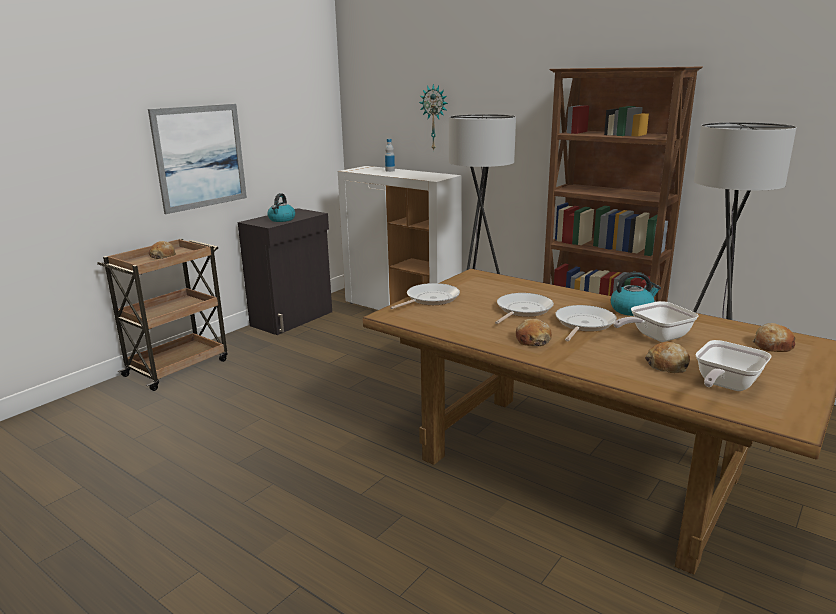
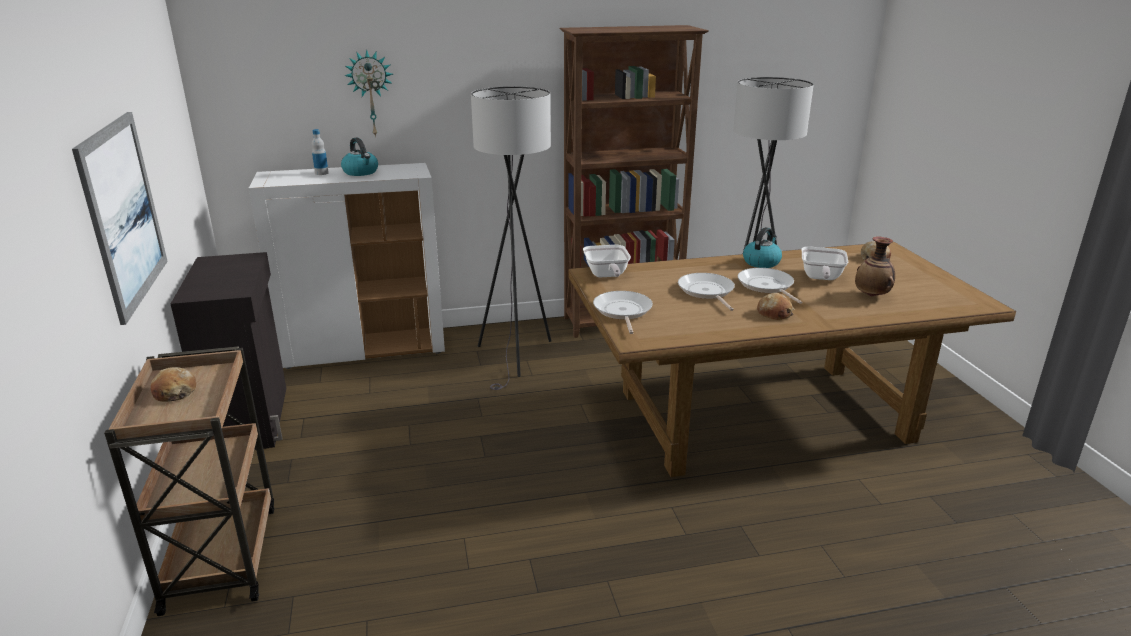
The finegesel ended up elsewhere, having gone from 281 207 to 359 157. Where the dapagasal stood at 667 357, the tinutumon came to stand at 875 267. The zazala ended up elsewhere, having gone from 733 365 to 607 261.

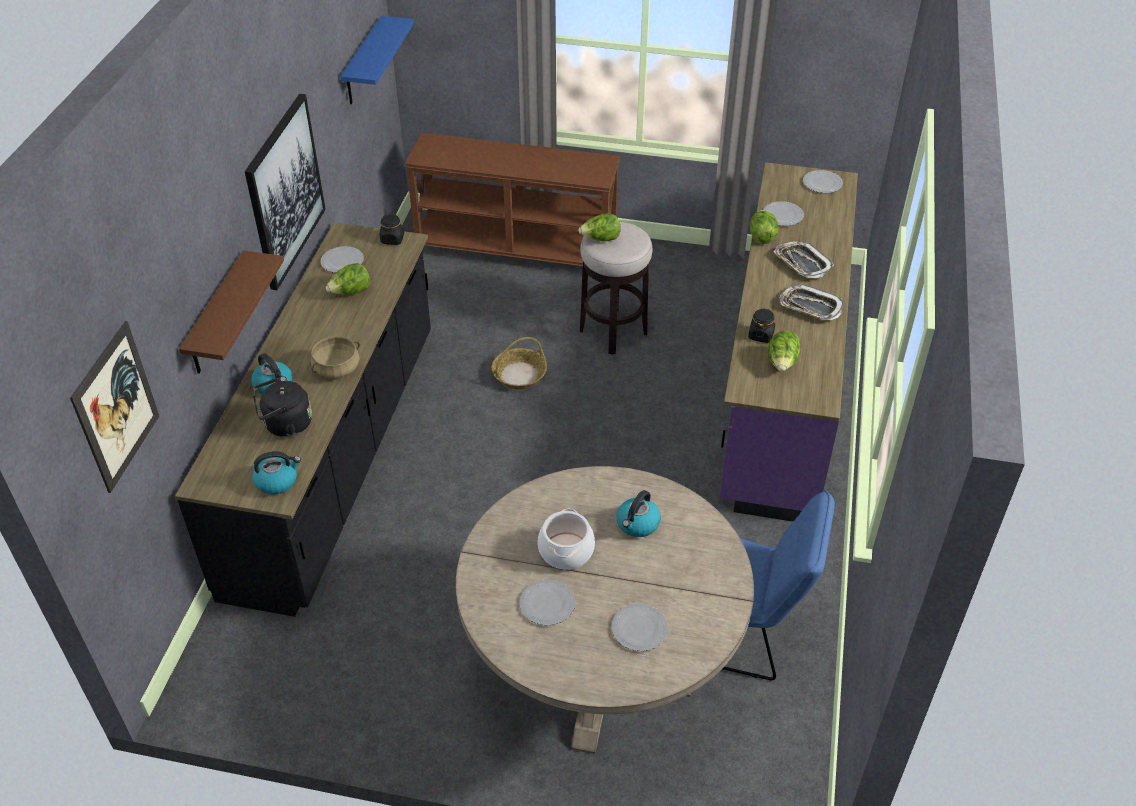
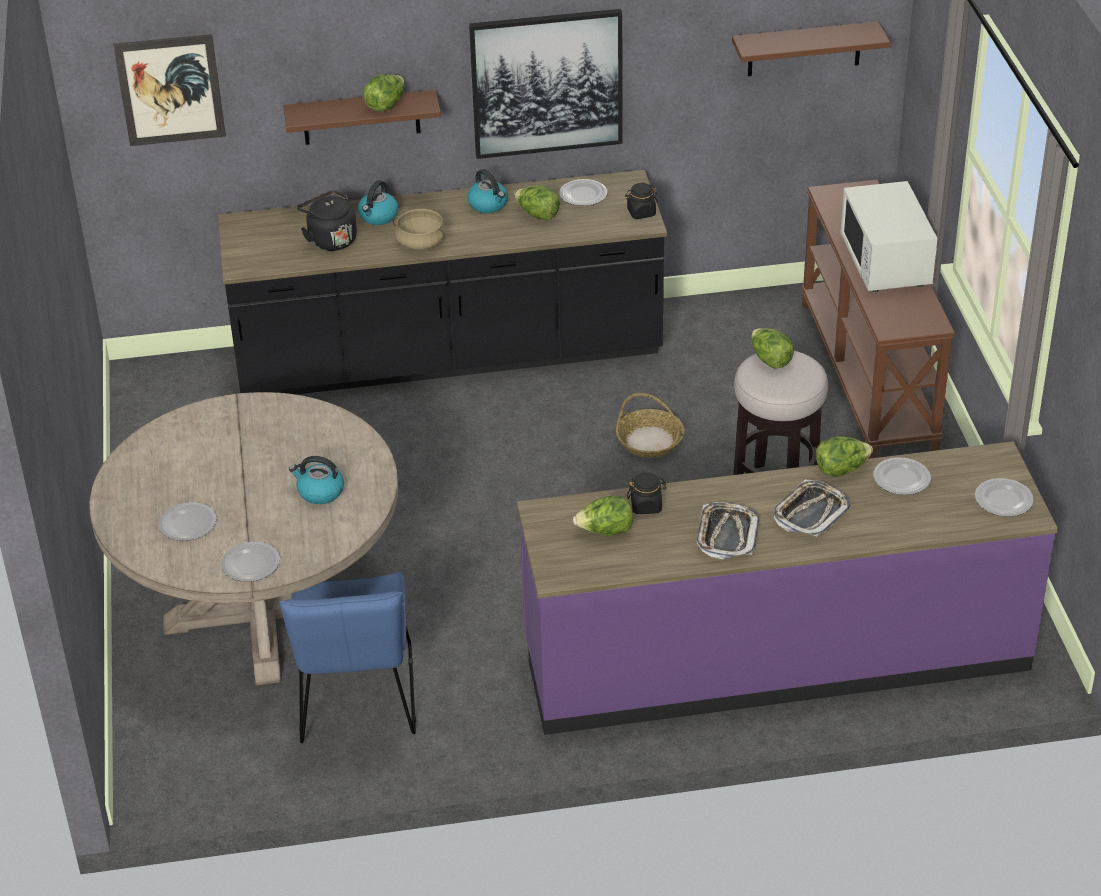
The finegesel ended up elsewhere, having gone from 276 473 to 487 191. What was the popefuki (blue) at 377 60 turned into the popefuki (brown) at 811 49. The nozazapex ended up elsewhere, having gone from 547 602 to 250 562. The second view lost the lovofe at 566 539. The second view gained the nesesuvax at 383 93. The second view gained the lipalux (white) at 889 236.

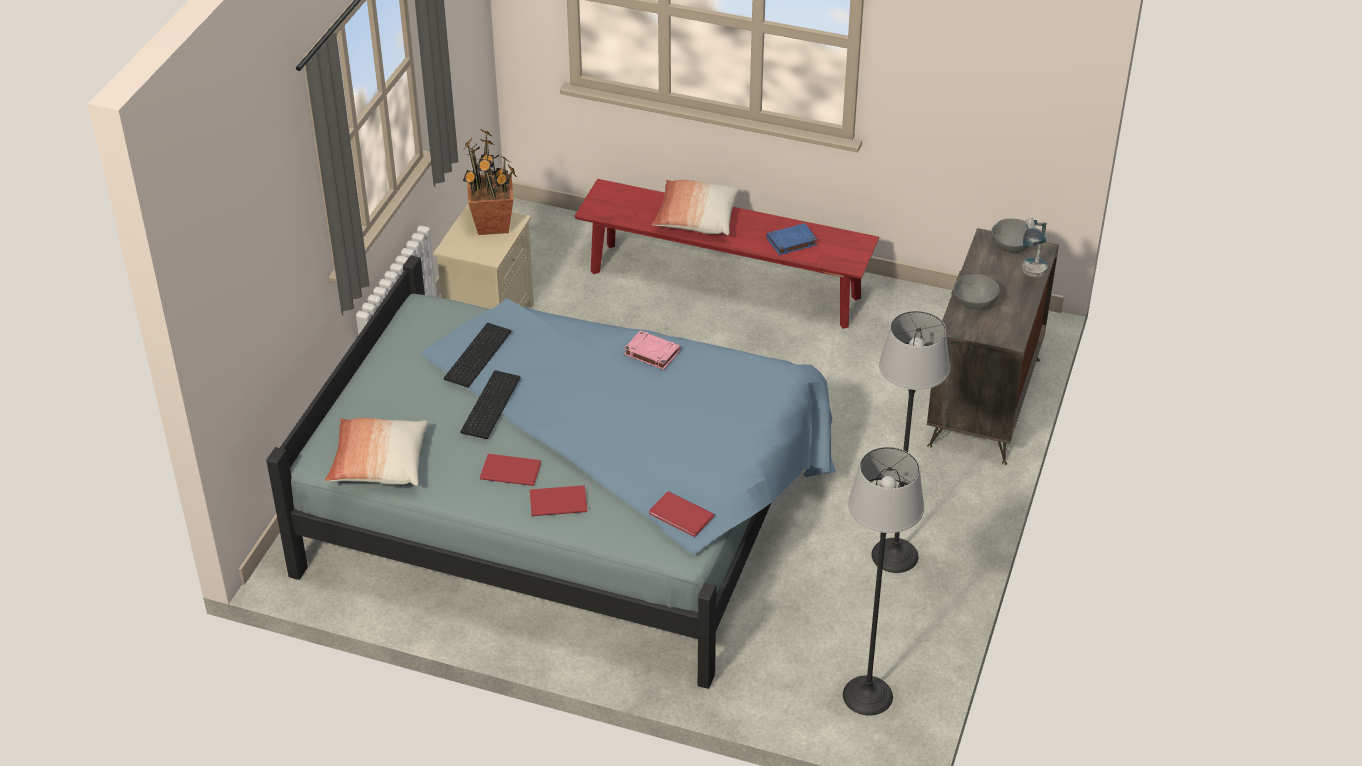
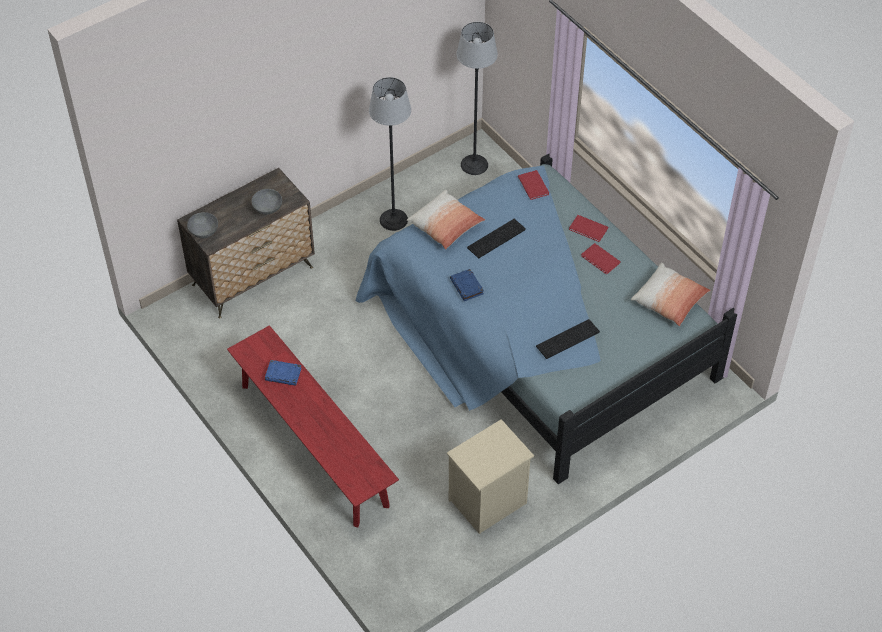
The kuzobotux ended up elsewhere, having gone from 490 404 to 496 238. The second view lost the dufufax at 490 181. What was the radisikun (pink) at 652 350 turned into the radisikun (blue) at 467 285. The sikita ended up elsewhere, having gone from 695 207 to 446 220. The second view lost the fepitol at 1035 247.

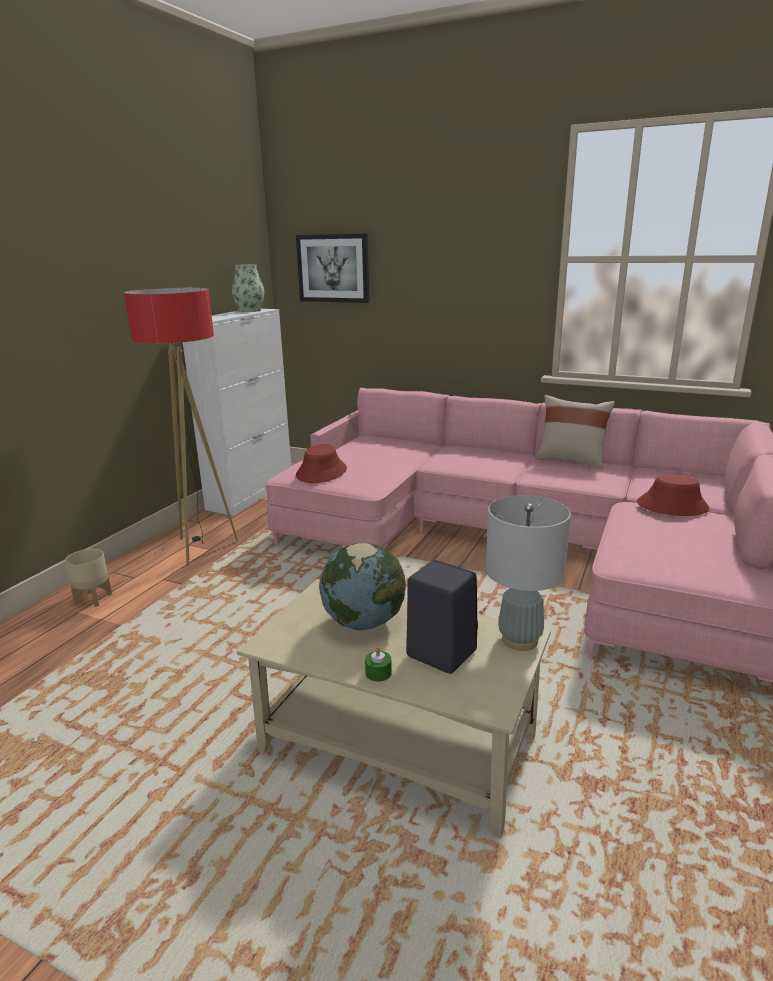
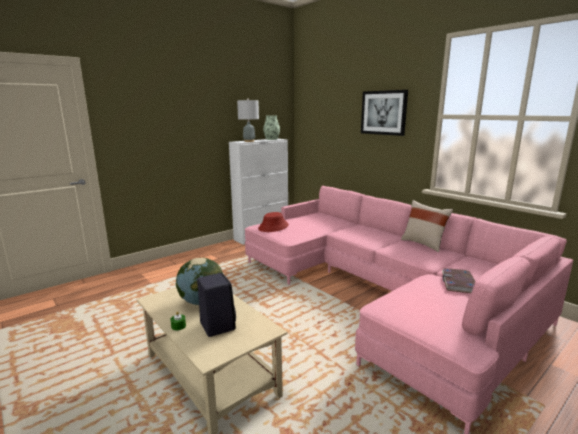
The second view lost the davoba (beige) at 88 578. The second view lost the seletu at 181 426. The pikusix ended up elsewhere, having gone from 332 268 to 384 113. The fepitol (grey) ended up elsewhere, having gone from 528 573 to 248 120. Where the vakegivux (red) stood at 673 495, the radisikun came to stand at 458 280.

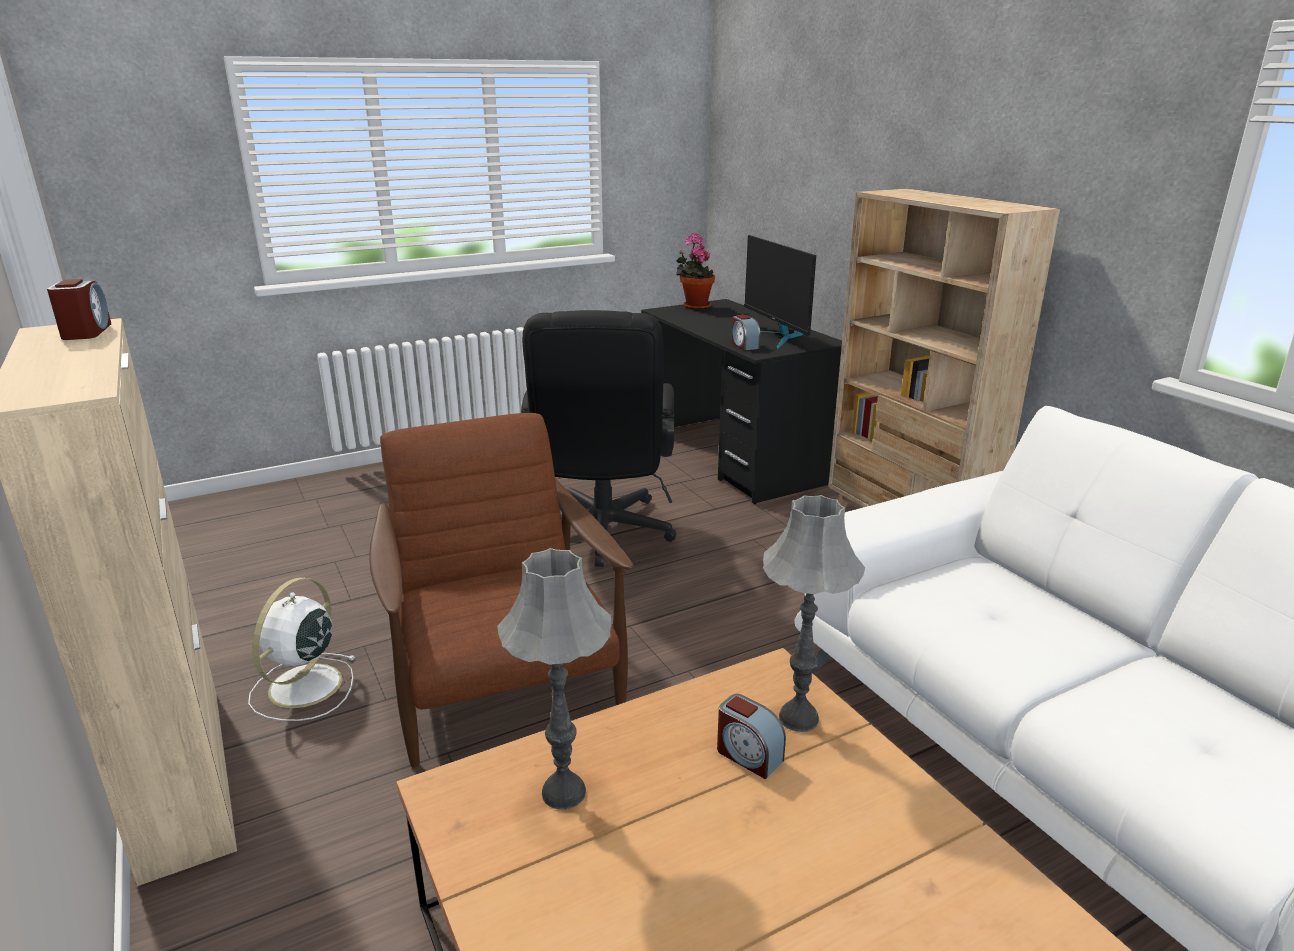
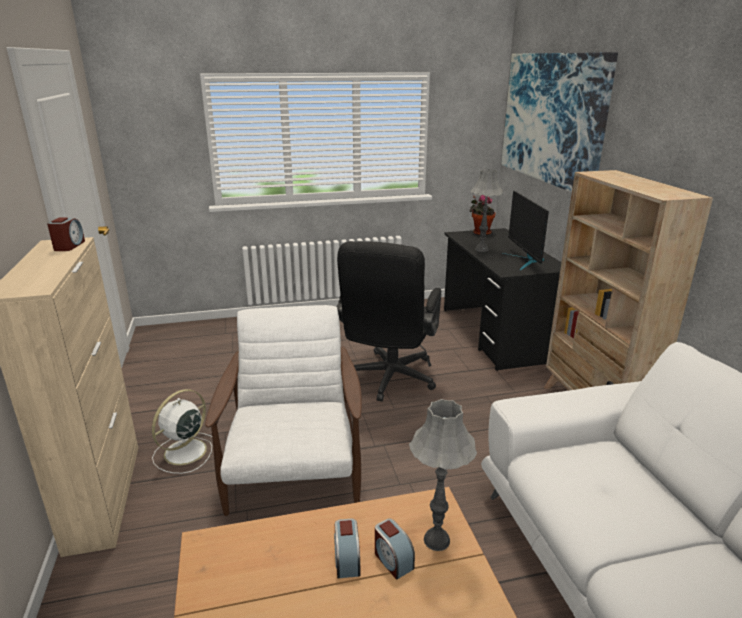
What was the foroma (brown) at 501 590 turned into the foroma (white) at 283 410. The fepitol (grey) ended up elsewhere, having gone from 554 679 to 487 210. The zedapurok ended up elsewhere, having gone from 746 332 to 347 548. The second view gained the pikusix at 559 122.

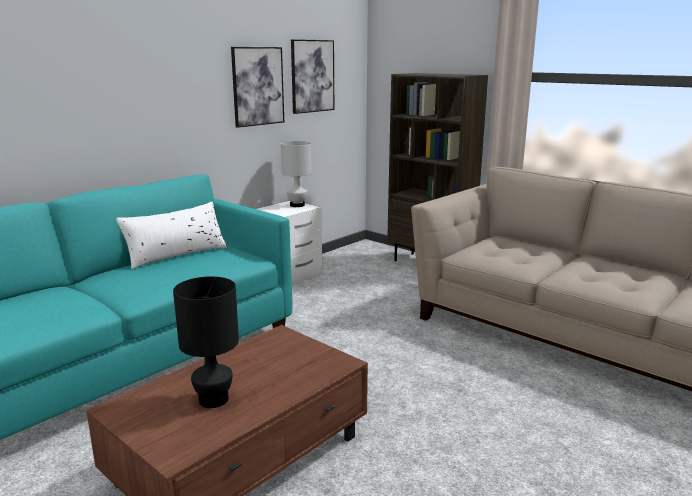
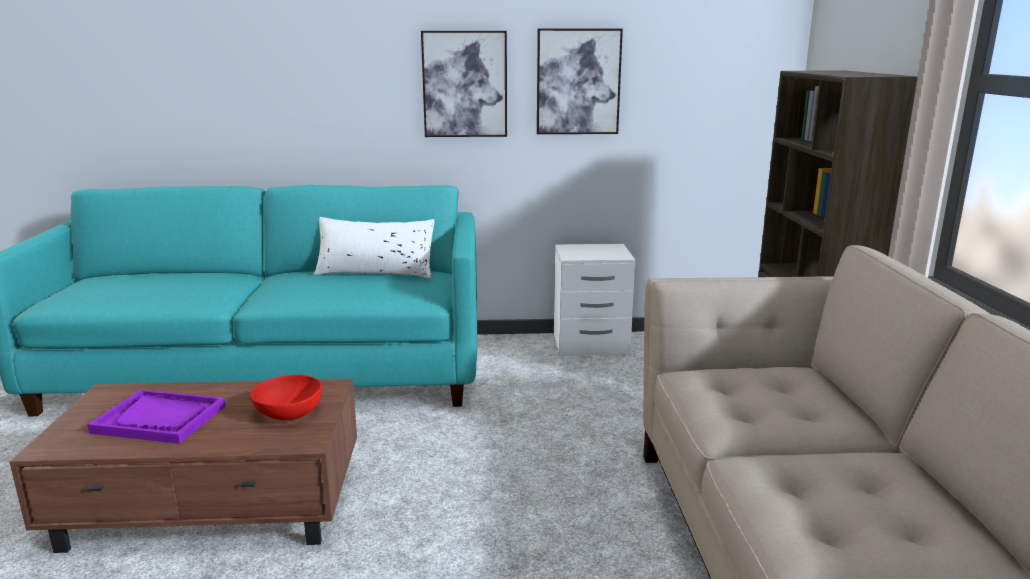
Where the fepitol (black) stood at 206 342, the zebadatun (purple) came to stand at 156 416. The second view lost the fepitol (white) at 296 174. The pikusix ended up elsewhere, having gone from 312 76 to 464 84. The second view gained the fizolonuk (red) at 286 397.

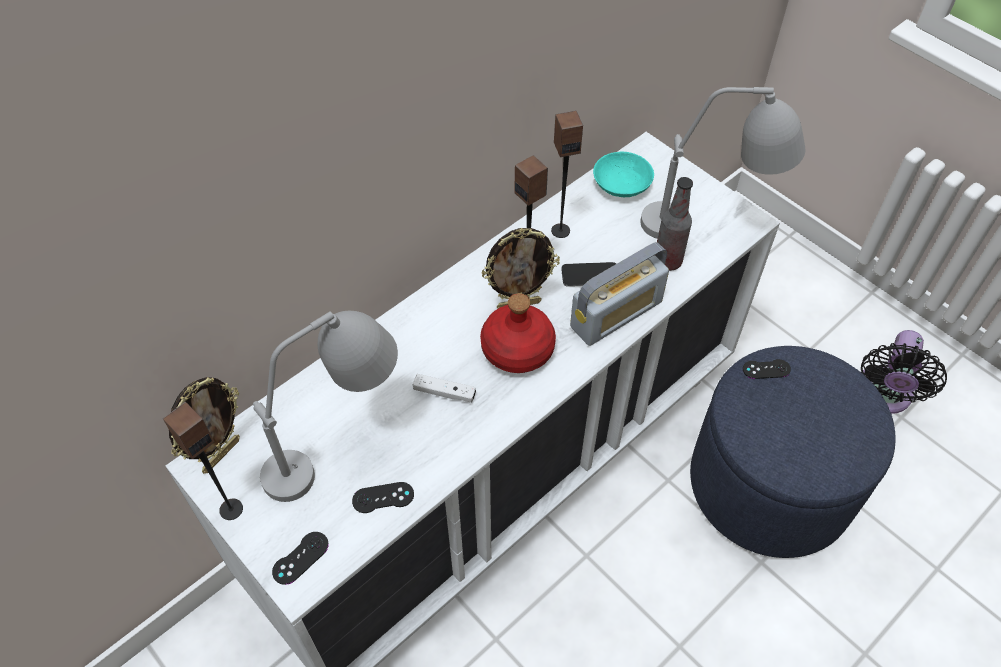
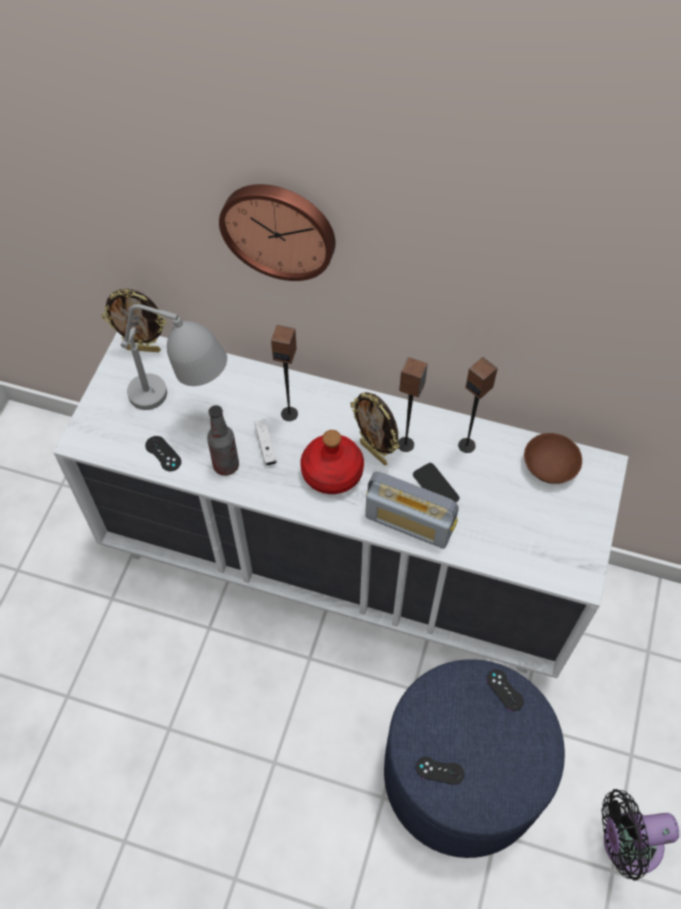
The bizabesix ended up elsewhere, having gone from 203 461 to 284 373. The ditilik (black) ended up elsewhere, having gone from 300 558 to 440 771. What was the fizolonuk (turquoise) at 623 174 turned into the fizolonuk (brown) at 553 458. The second view lost the fepitol (grey) at 722 163. The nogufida ended up elsewhere, having gone from 674 224 to 223 440. The second view gained the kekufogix at 277 232.

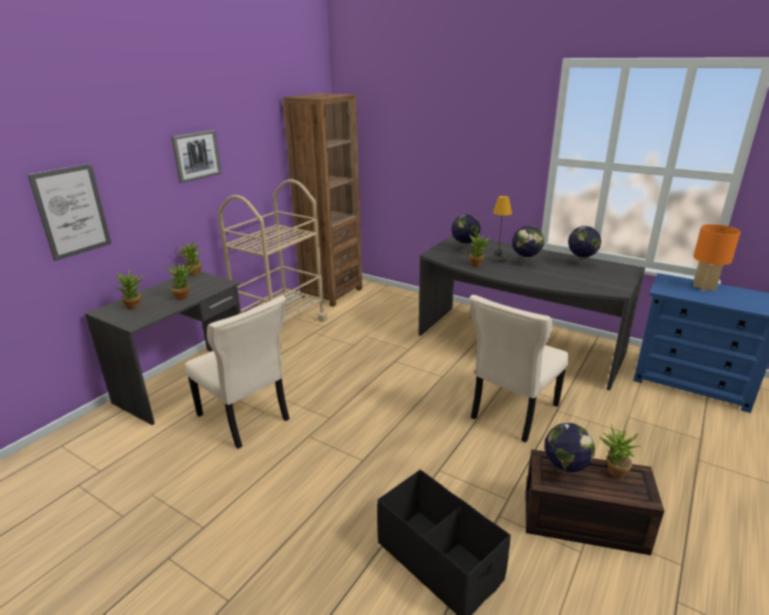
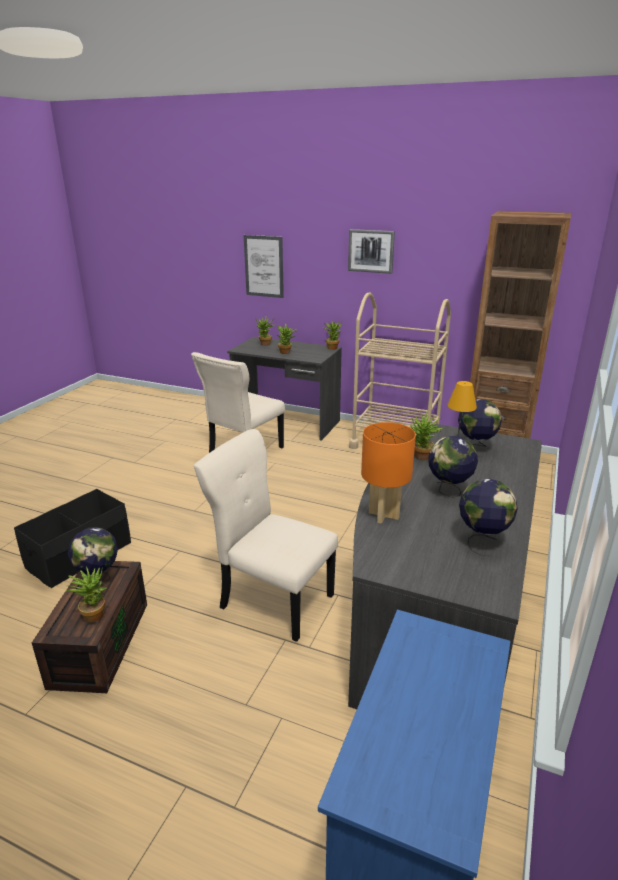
The fepitol (orange) ended up elsewhere, having gone from 717 258 to 388 473.

